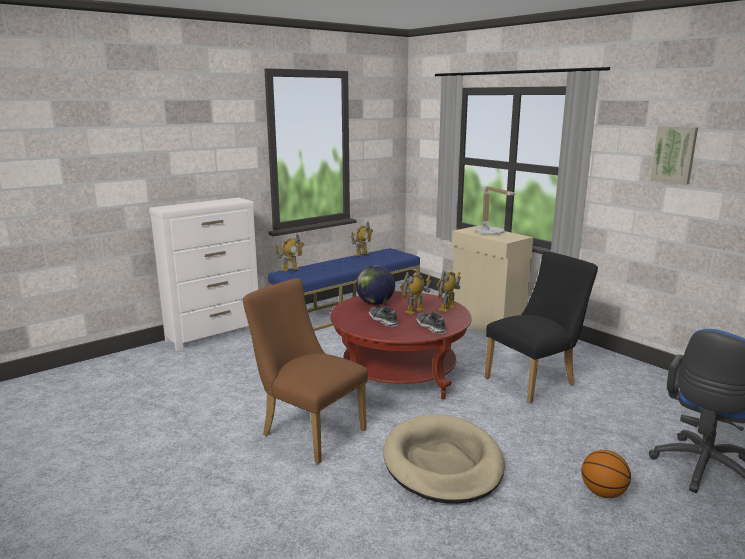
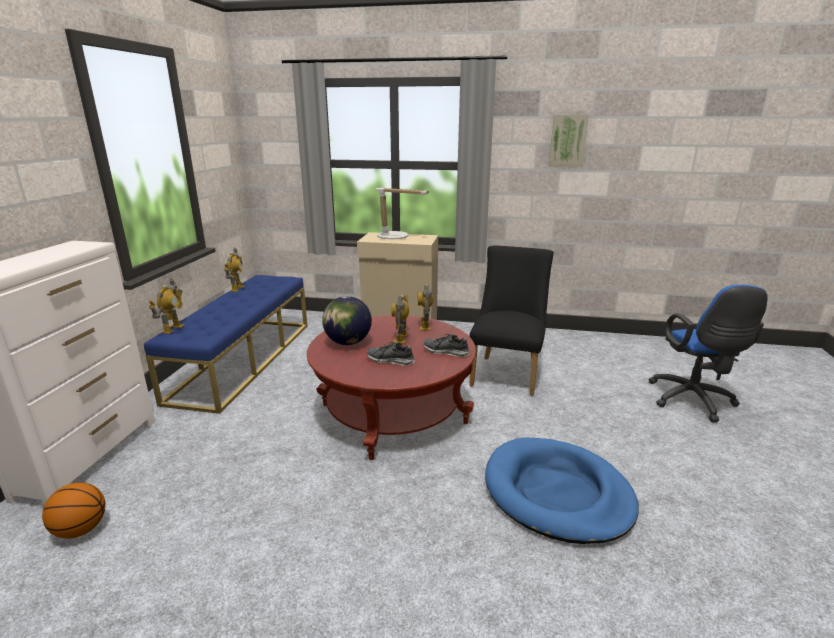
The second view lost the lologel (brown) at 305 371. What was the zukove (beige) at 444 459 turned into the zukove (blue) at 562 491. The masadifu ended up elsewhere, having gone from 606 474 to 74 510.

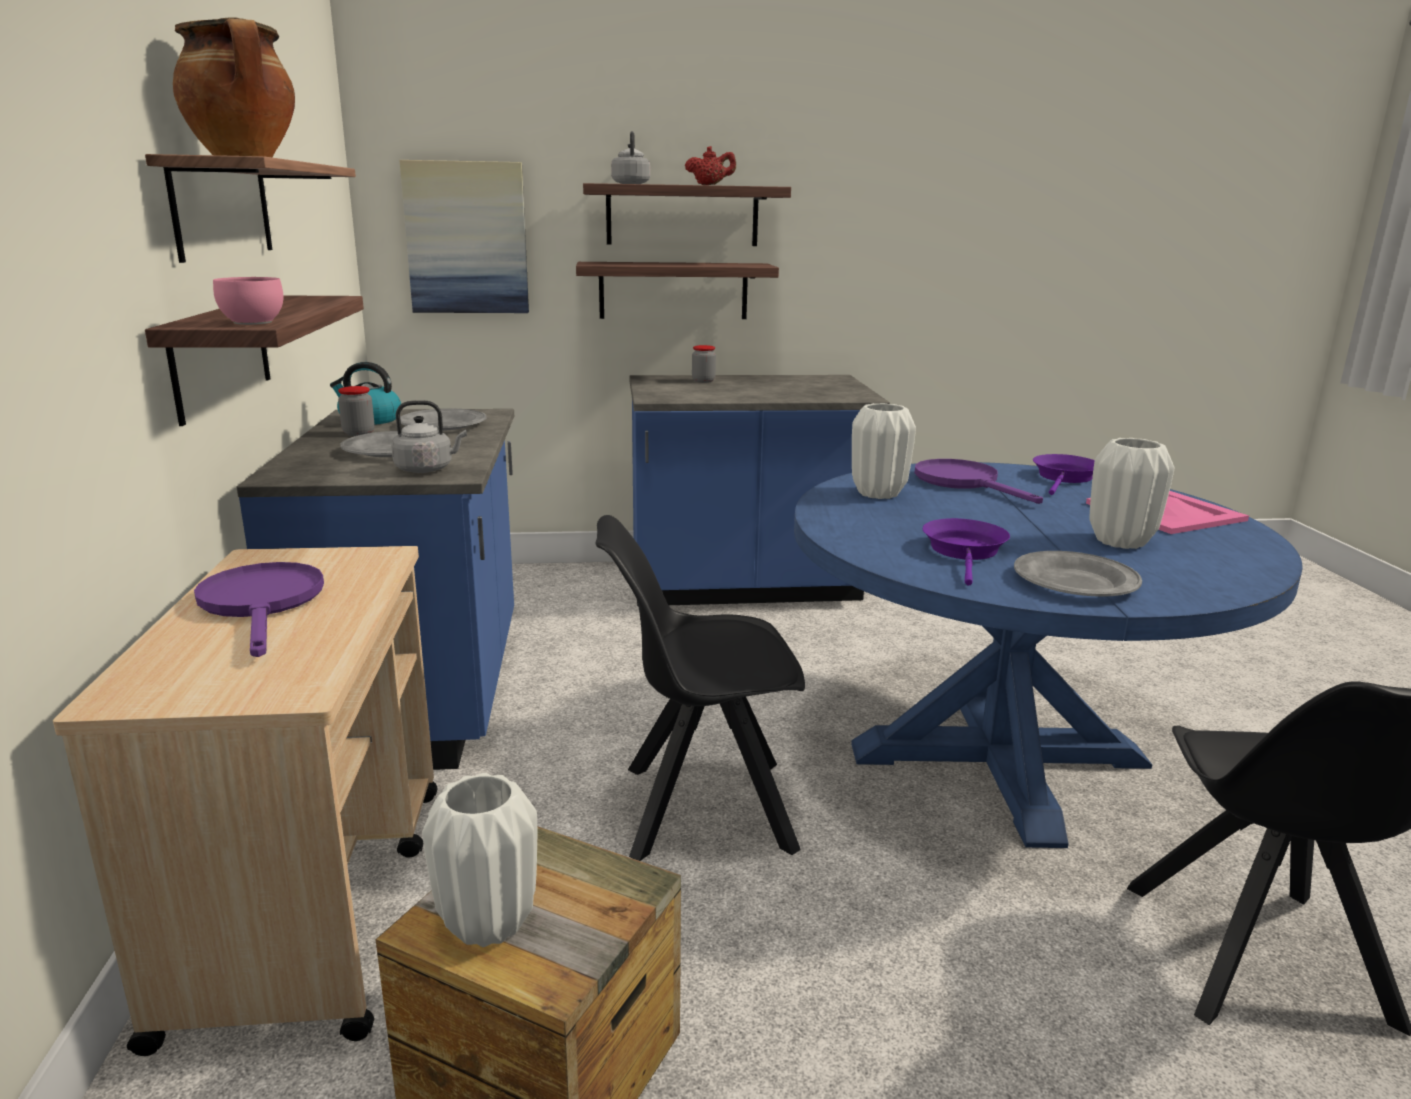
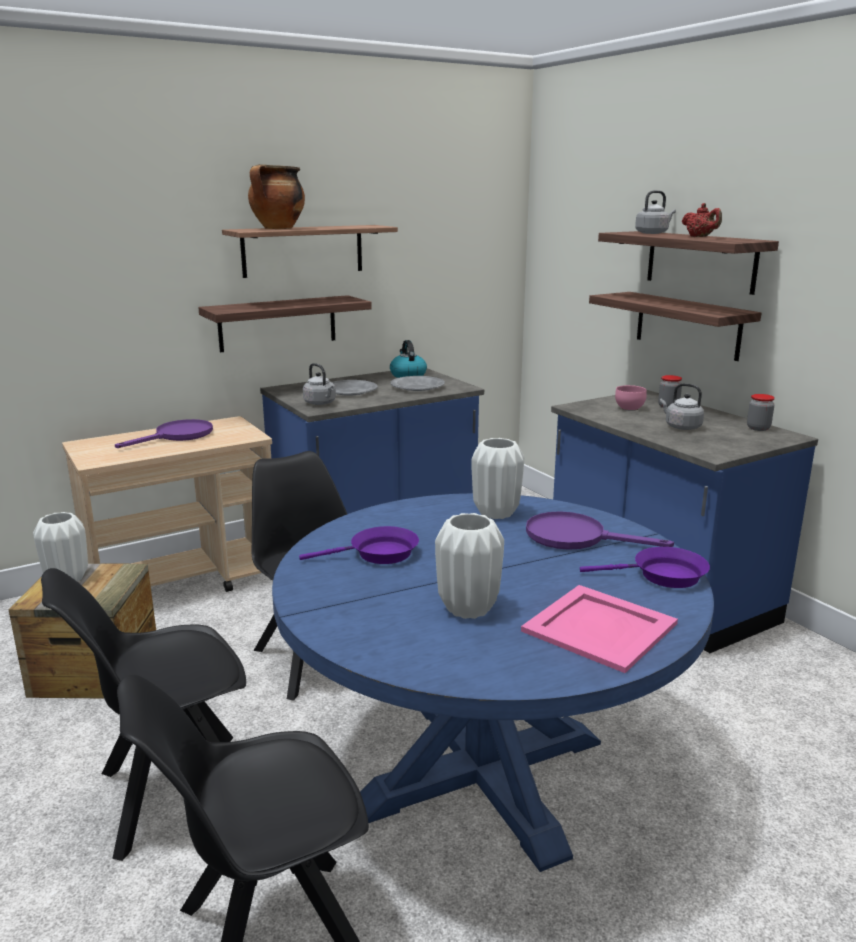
The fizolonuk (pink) ended up elsewhere, having gone from 248 301 to 631 398. The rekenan ended up elsewhere, having gone from 356 411 to 761 412. The second view lost the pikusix at 464 236. The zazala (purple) at 979 481 ended up facing another way, 105 degrees counterclockwise from before. The second view lost the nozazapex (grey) at 1078 574. The second view gained the lologel (black) at 143 714. The second view gained the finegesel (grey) at 682 406.

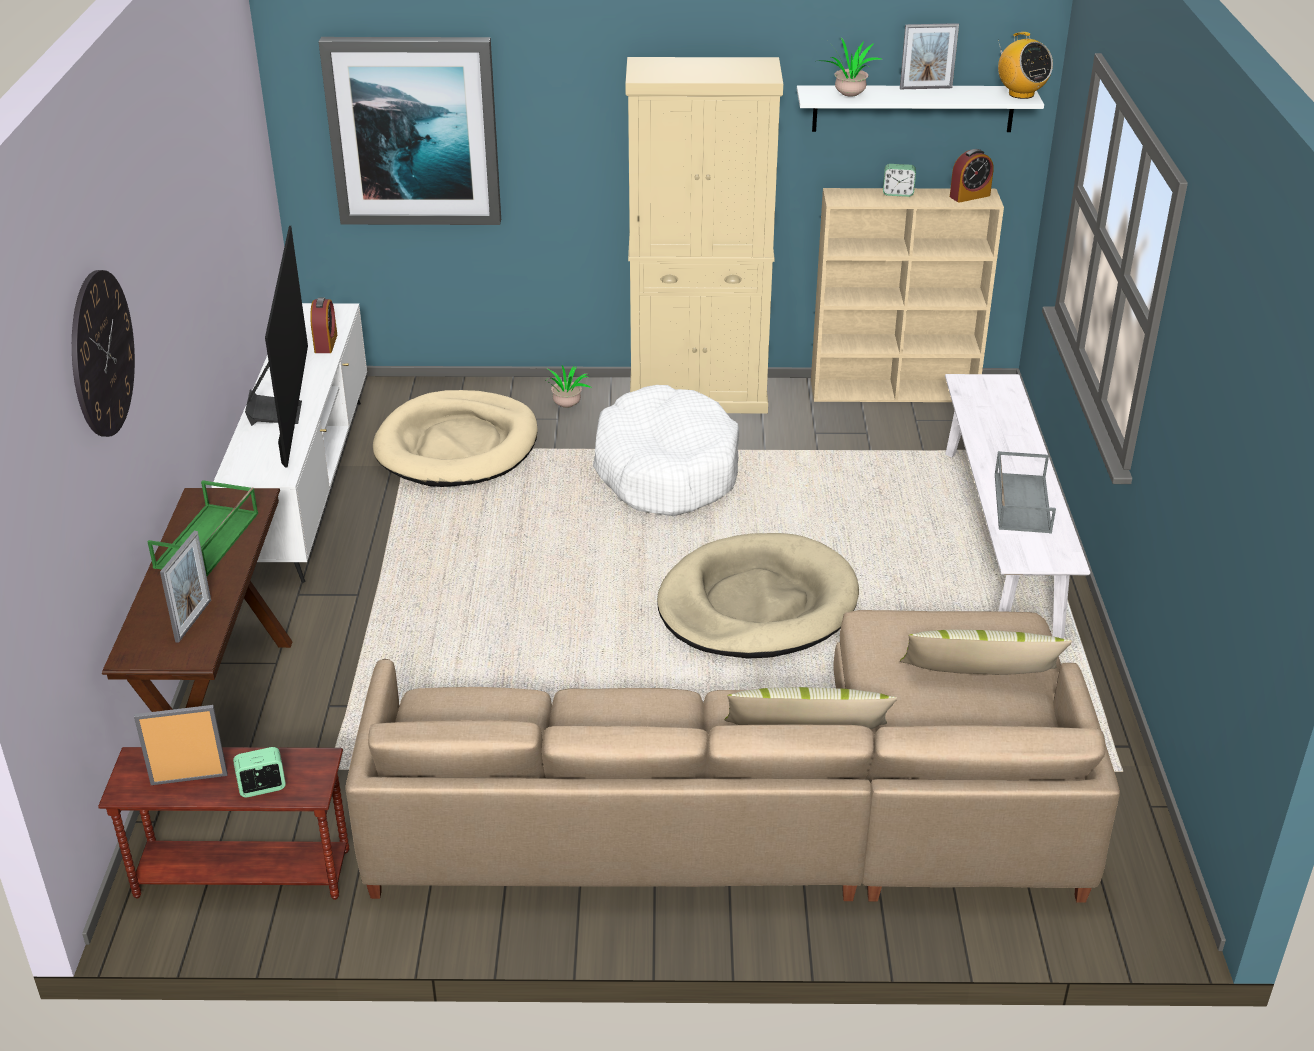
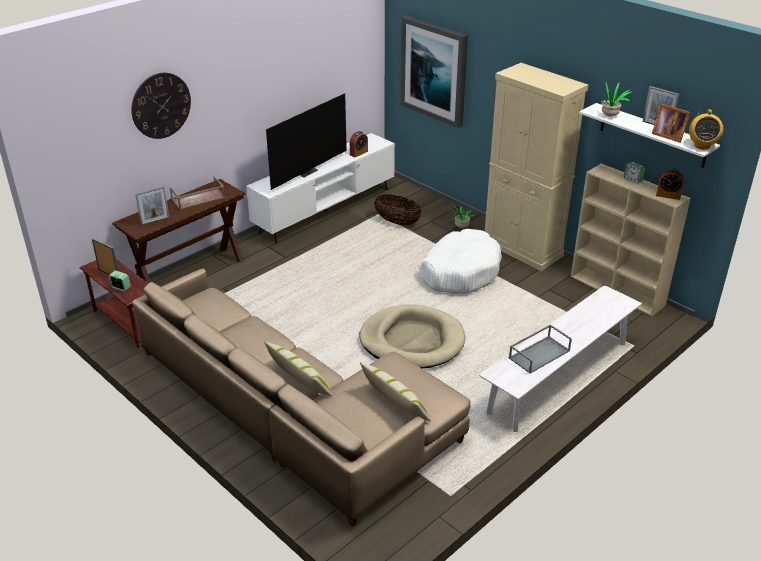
What was the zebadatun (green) at 203 528 turned into the zebadatun (brown) at 197 193. Where the zukove (beige) stood at 455 438, the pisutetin came to stand at 398 209. The second view gained the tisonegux at 671 123.

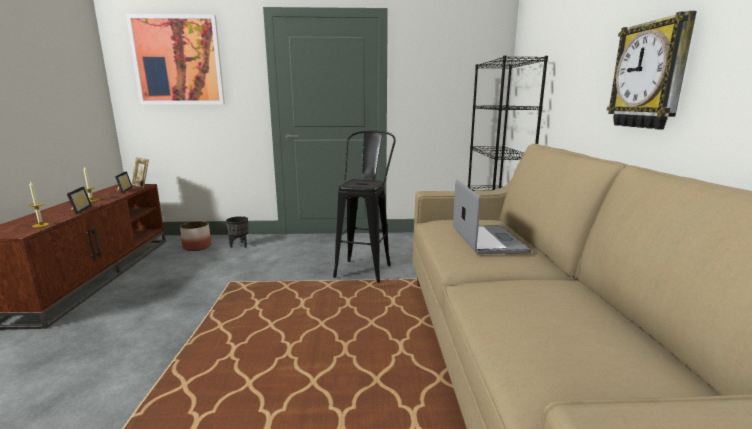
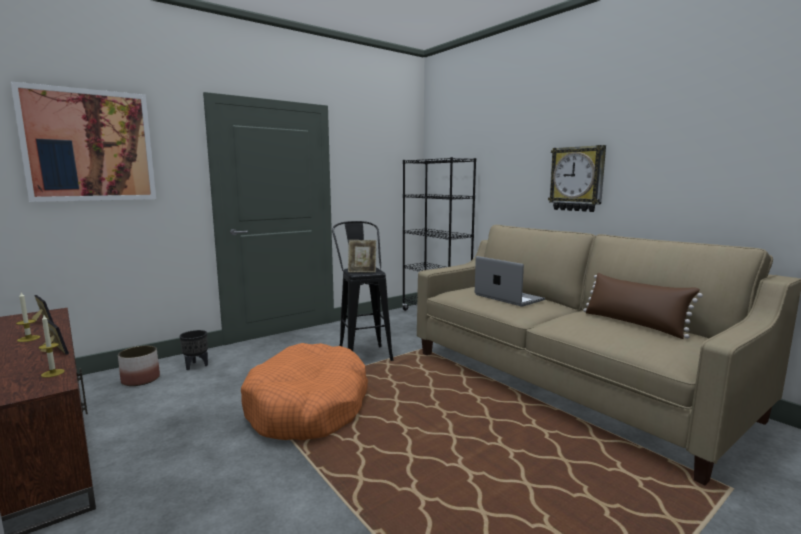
The tisonegux ended up elsewhere, having gone from 140 172 to 362 256. The second view gained the zukove (orange) at 304 391. The second view gained the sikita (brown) at 643 306.

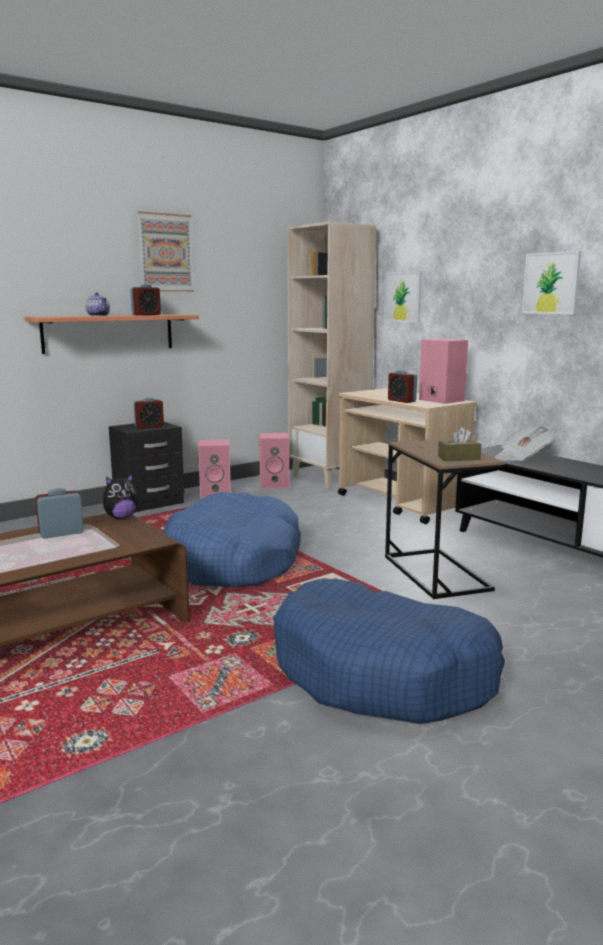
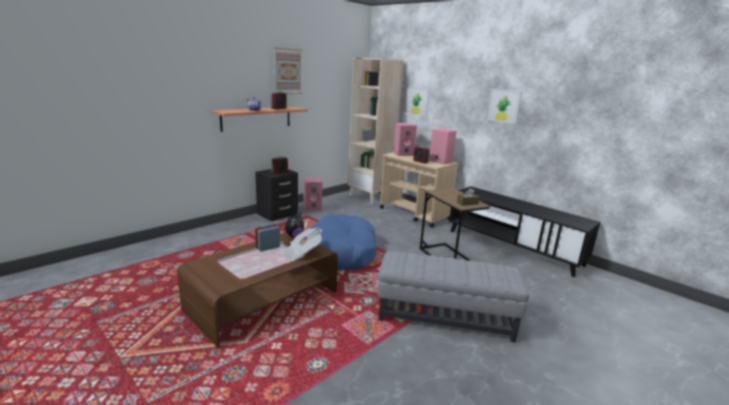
The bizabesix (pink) ended up elsewhere, having gone from 274 461 to 405 139. Where the zukove (blue) stood at 389 651, the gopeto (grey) came to stand at 453 297. The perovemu ended up elsewhere, having gone from 524 443 to 302 243.

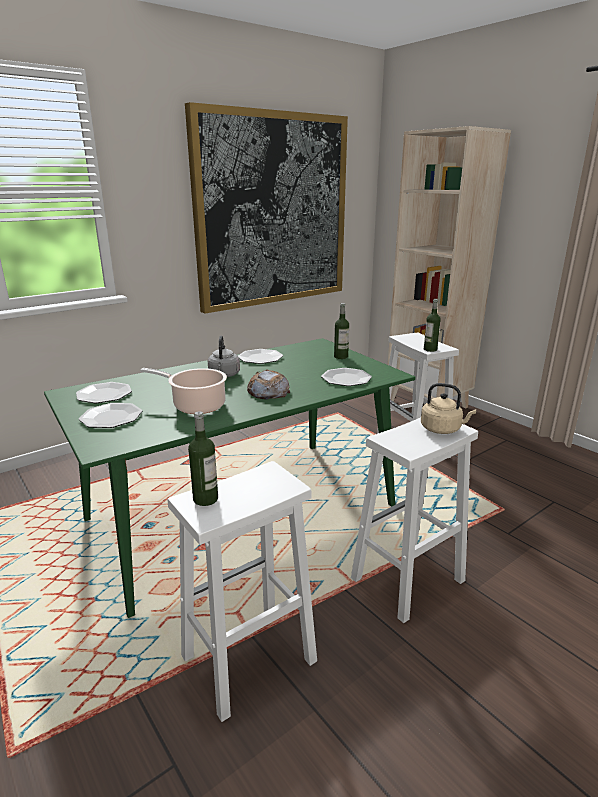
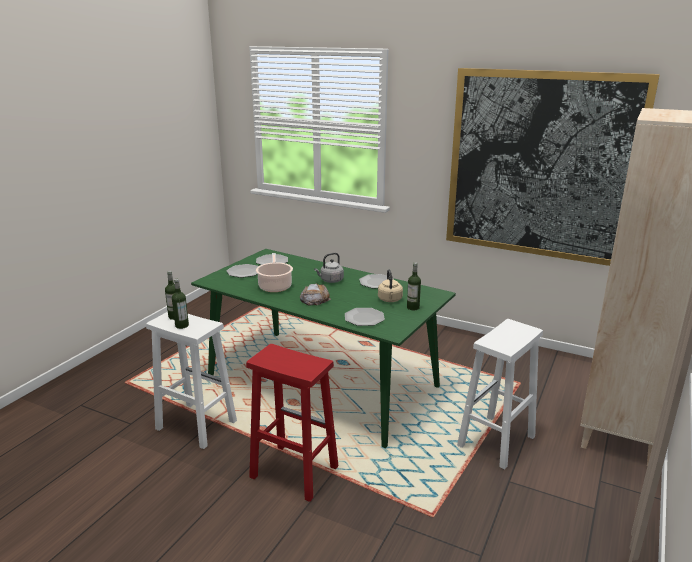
What was the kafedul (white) at 414 520 turned into the kafedul (red) at 292 423. The finegesel (beige) ended up elsewhere, having gone from 448 408 to 390 285. The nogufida ended up elsewhere, having gone from 432 325 to 180 304.

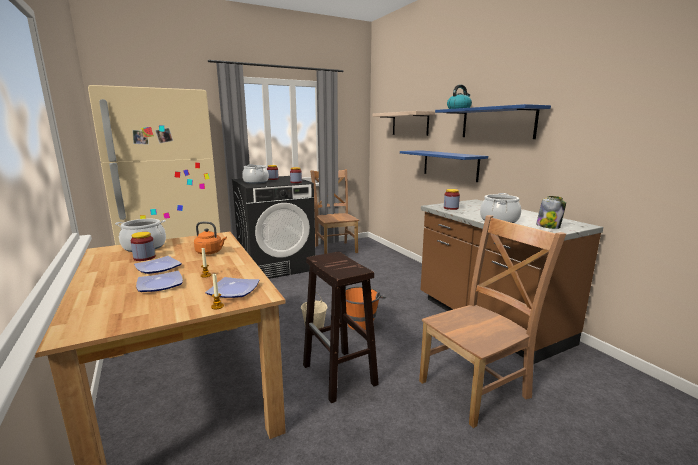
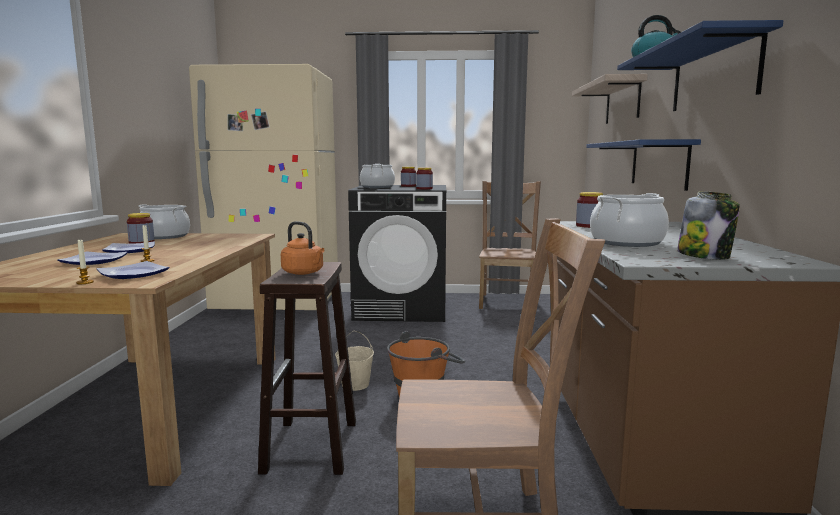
The finegesel (orange) ended up elsewhere, having gone from 210 238 to 302 248.

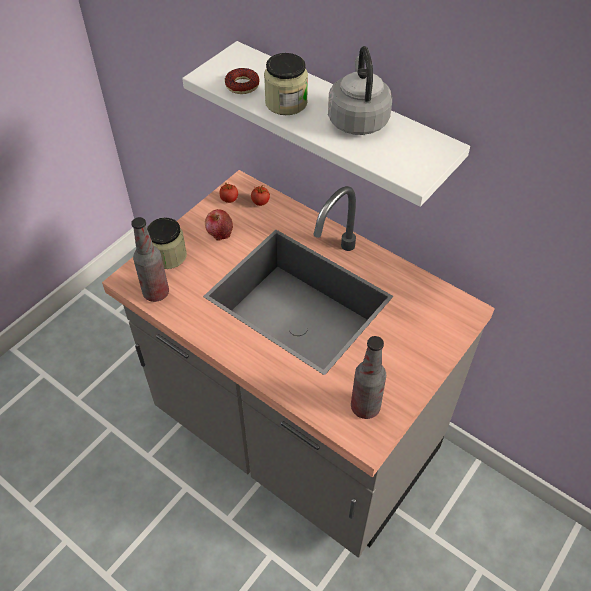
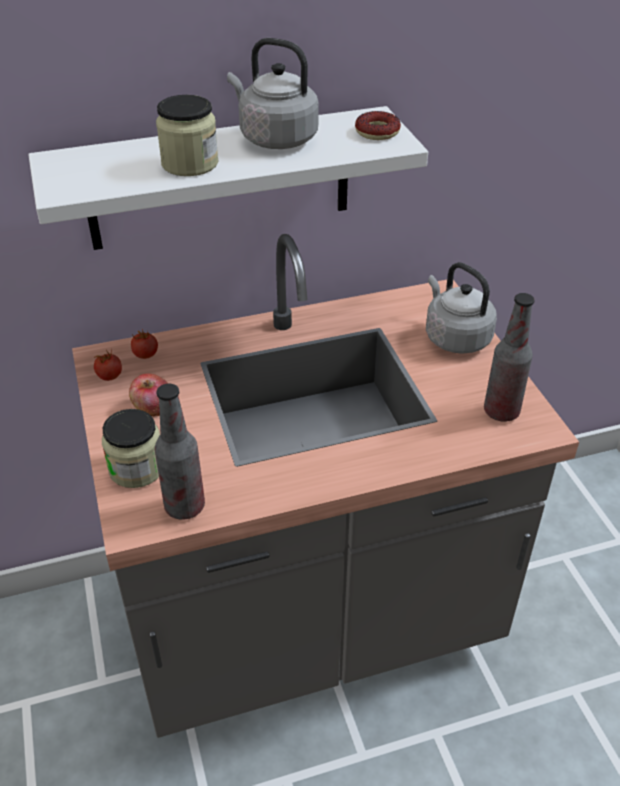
The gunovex ended up elsewhere, having gone from 242 81 to 378 125. The second view gained the finegesel (grey) at 461 308.

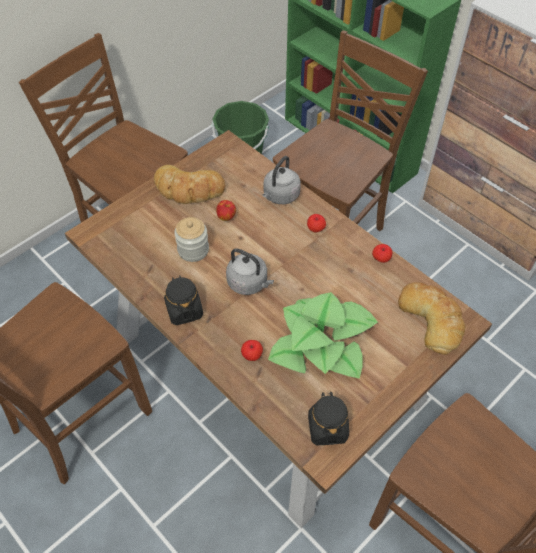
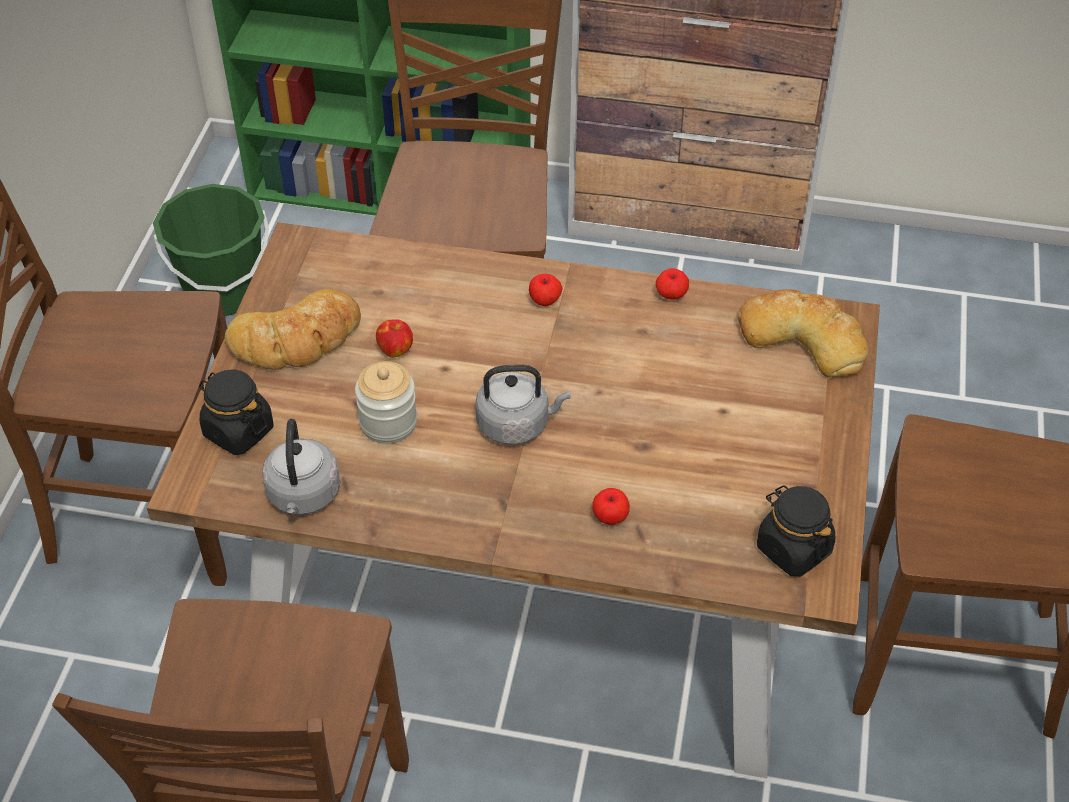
The rekenan (black) ended up elsewhere, having gone from 183 300 to 236 412. The finegesel (grey) ended up elsewhere, having gone from 282 180 to 301 467. The second view lost the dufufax at 323 335.

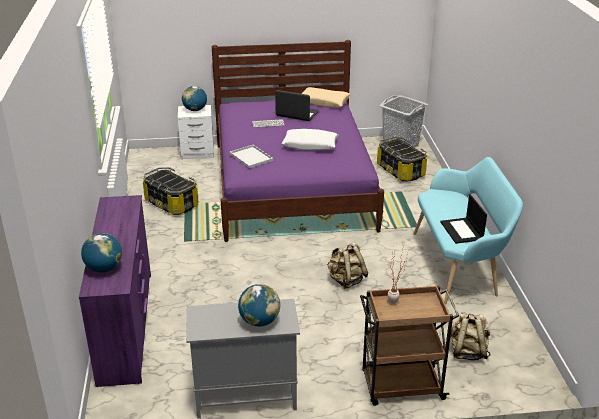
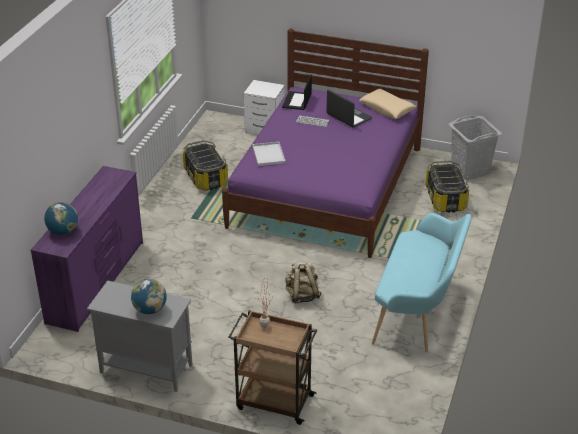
The second view lost the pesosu at 194 98. The second view lost the sikita (white) at 310 139. The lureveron ended up elsewhere, having gone from 463 219 to 297 92. The second view lost the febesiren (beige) at 470 336.

